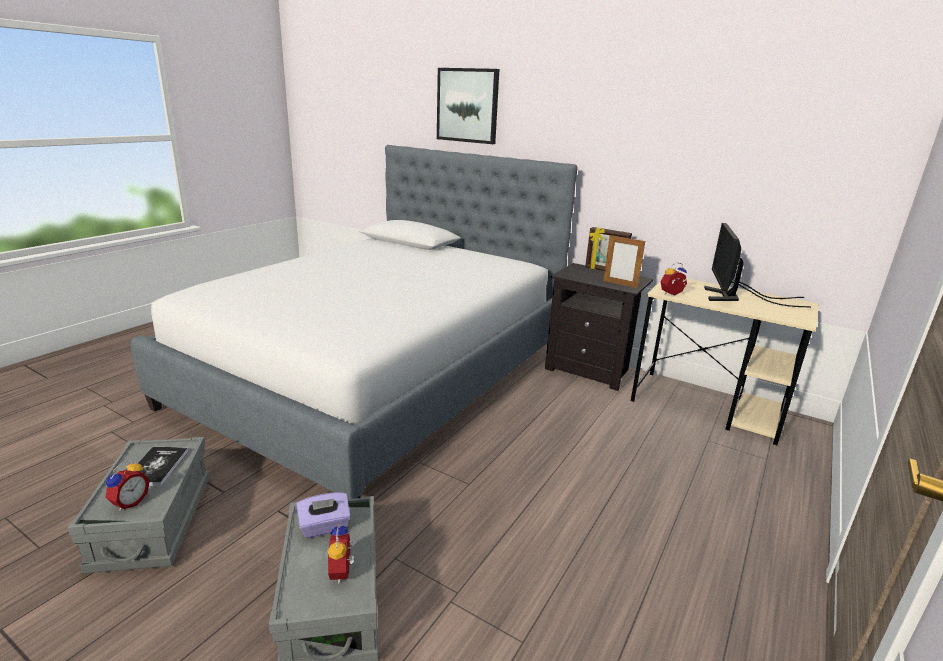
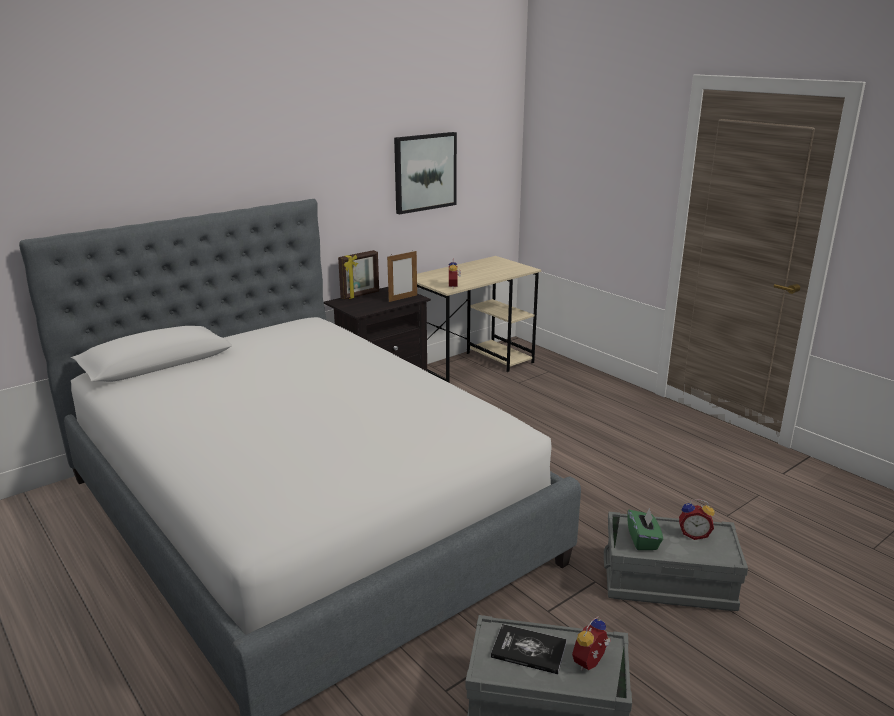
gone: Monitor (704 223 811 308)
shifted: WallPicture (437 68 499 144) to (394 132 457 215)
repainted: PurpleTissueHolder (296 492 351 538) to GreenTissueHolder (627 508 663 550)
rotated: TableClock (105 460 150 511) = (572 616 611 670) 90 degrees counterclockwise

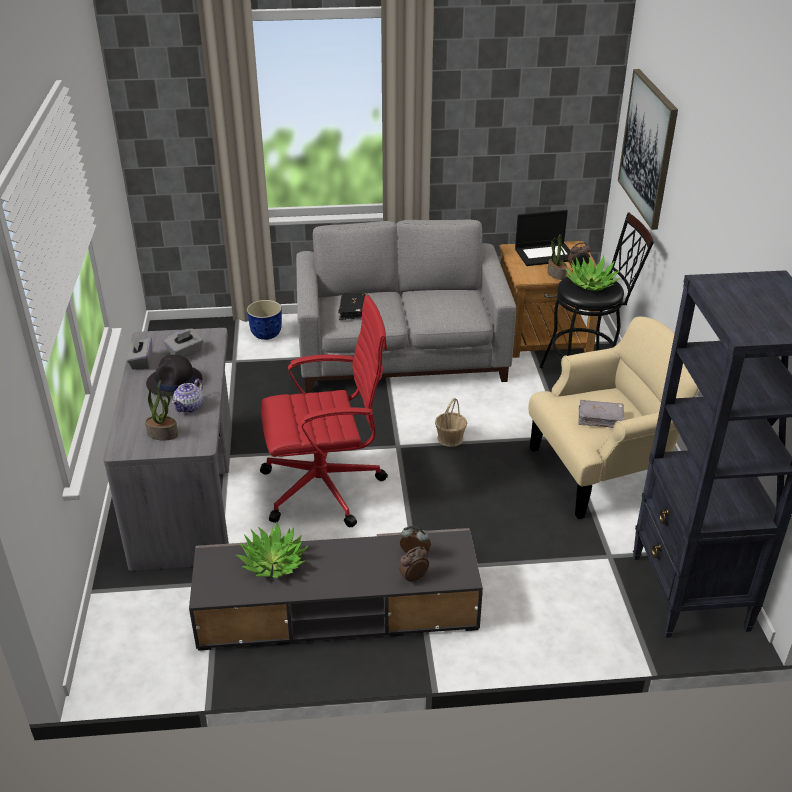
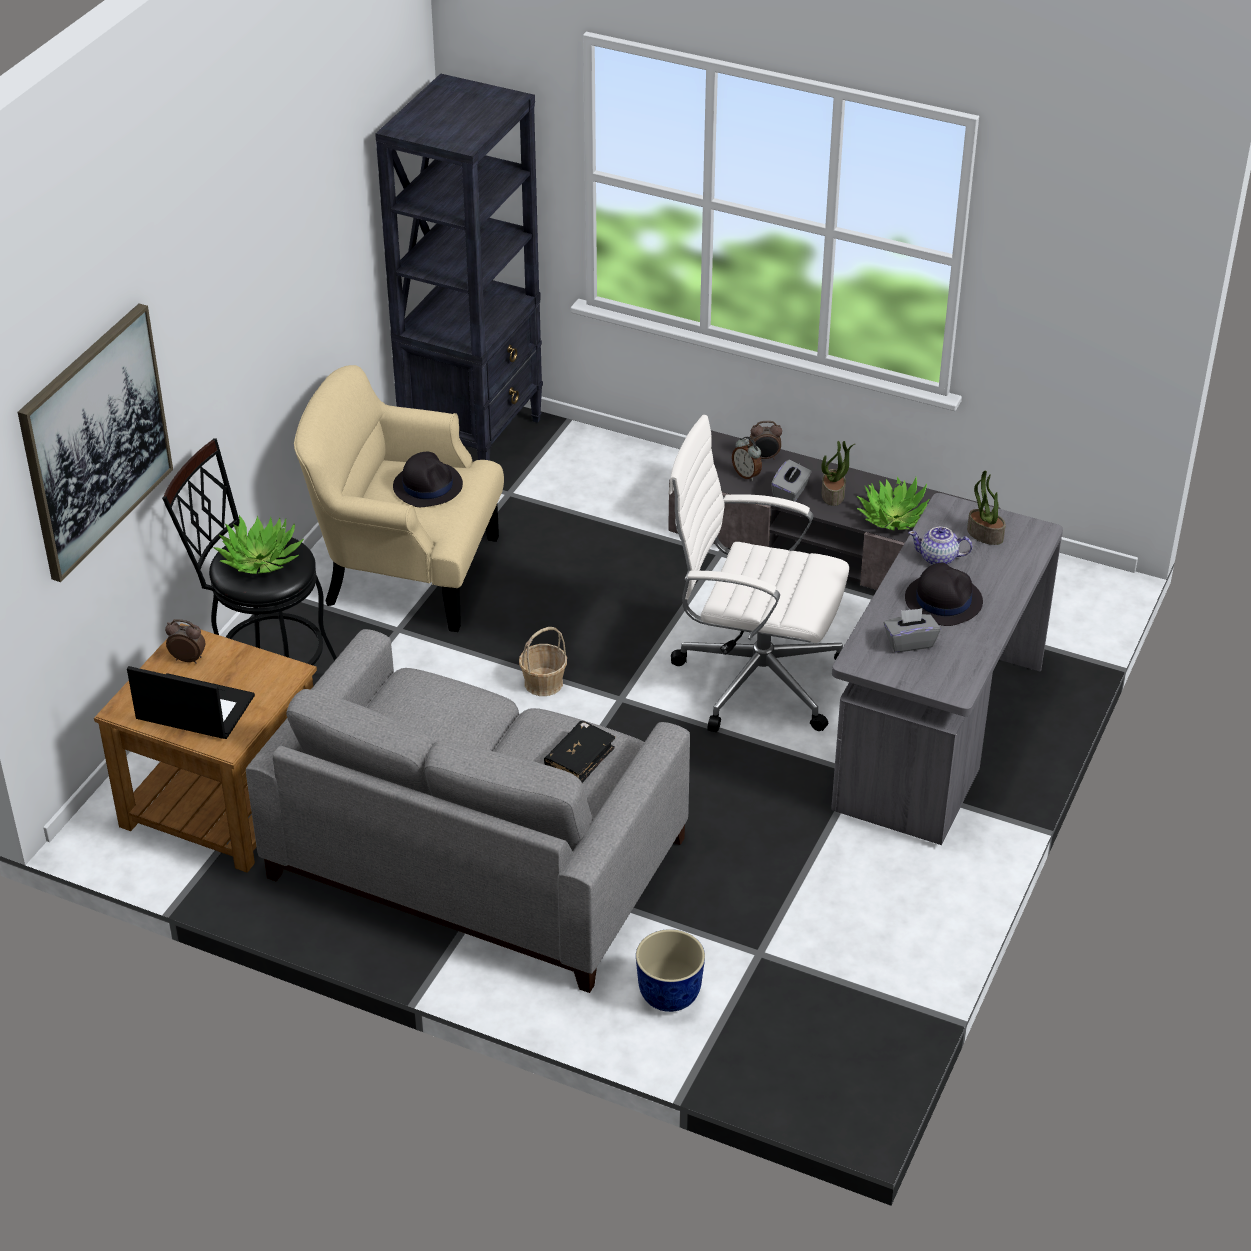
shifted: GreyTissueHolder (127 336 152 370) to (771 459 812 502); Houseplant (548 234 567 280) to (821 441 855 506)
swapped: GreyBoundBook (578 400 625 428) to BlackishWearableHat (393 452 463 507)
repainted: RedColouredOfficeChair (260 295 388 527) to WhitishOfficeChair (668 415 849 732)
rotated: Teapot (172 379 203 413) = (909 527 972 565) 135 degrees counterclockwise

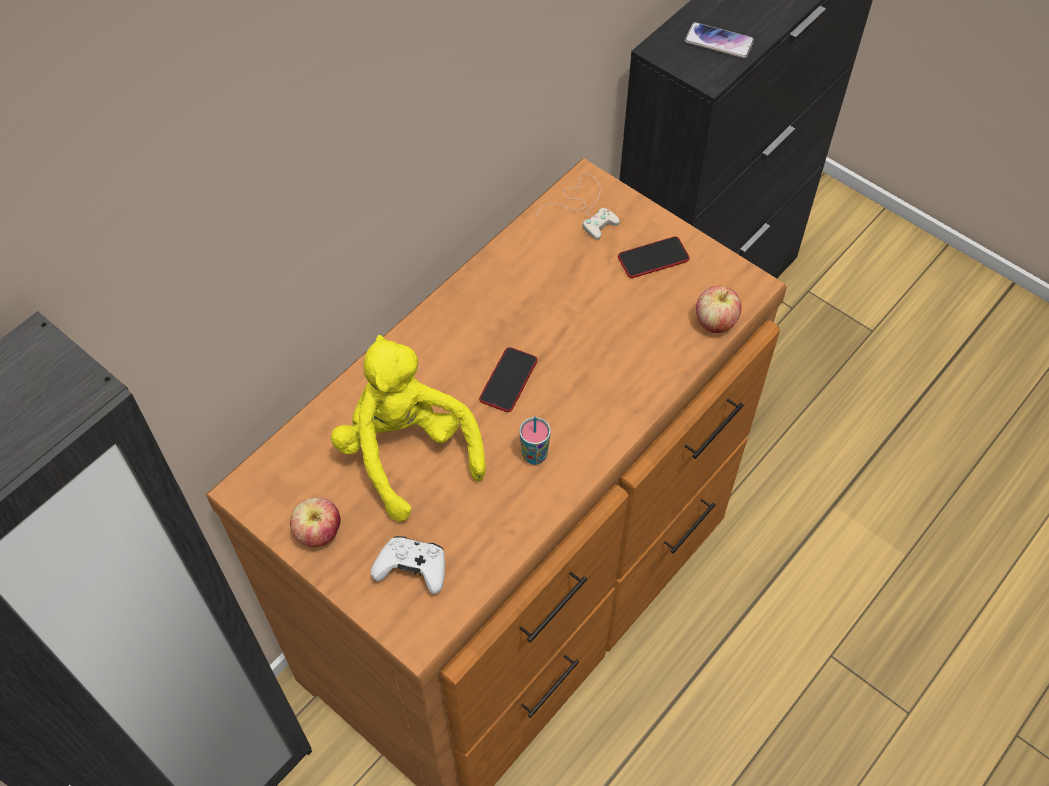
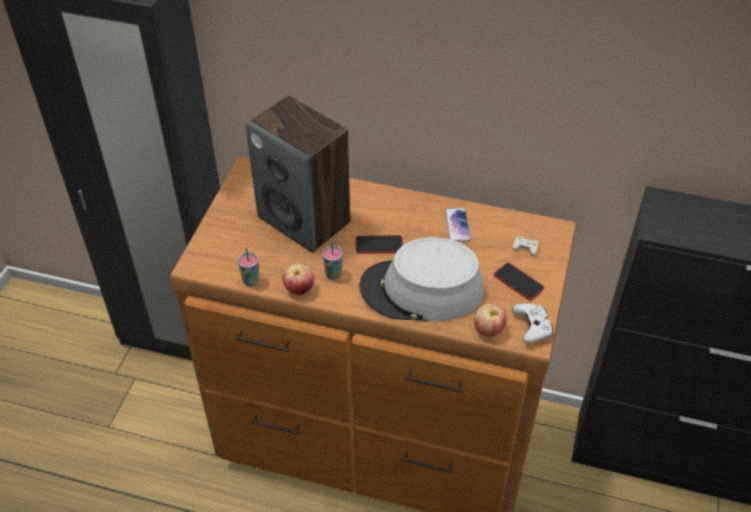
new: Cup (238 248 259 286); GreyWearableHat (359 237 484 322)
shifted: Apple (290 497 341 547) to (282 264 314 295); WhitishGameController (371 536 445 595) to (512 303 553 344); Handset (685 22 754 58) to (445 208 471 242)
swapped: YellowPlushToy (331 335 486 522) to Speaker (245 96 351 253)

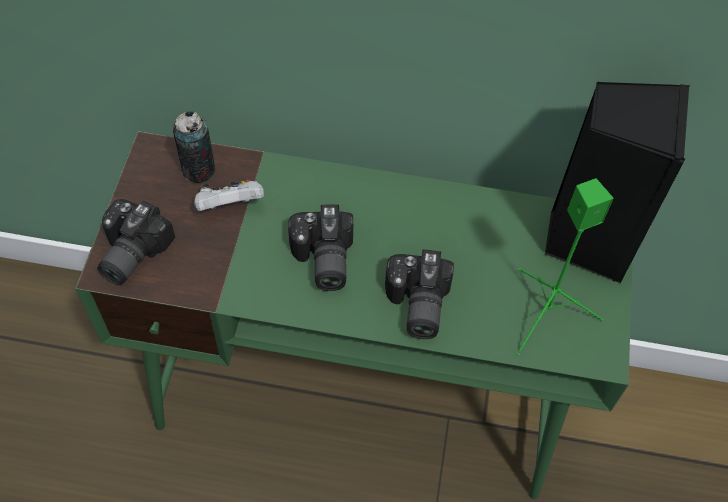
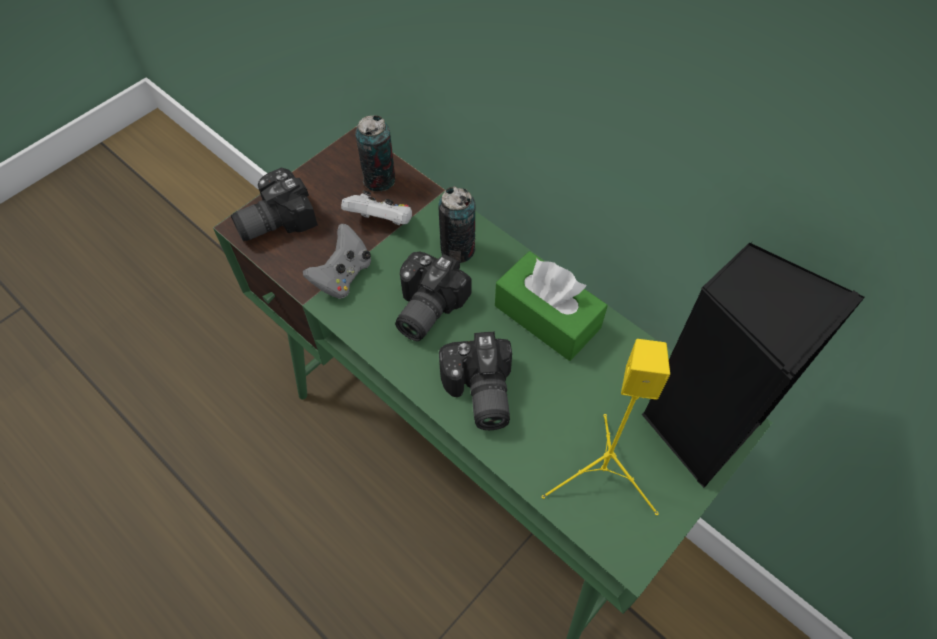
new: GreyGameController (303 224 371 299); MetalCan (438 186 476 263); GreenTissueHolder (495 251 608 361)
repainted: GreenSpeaker (516 178 614 355) to YellowSpeaker (542 339 670 515)
rotated: StillCamera (385 249 454 339) = (439 332 512 430) 45 degrees counterclockwise

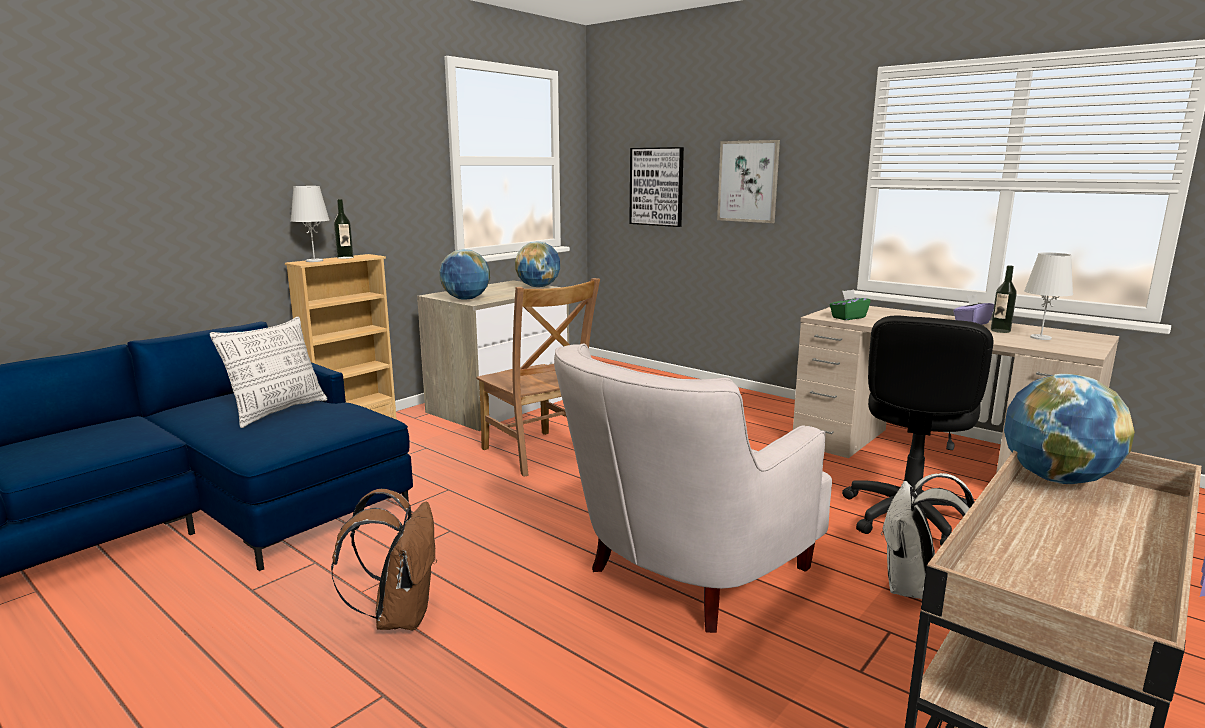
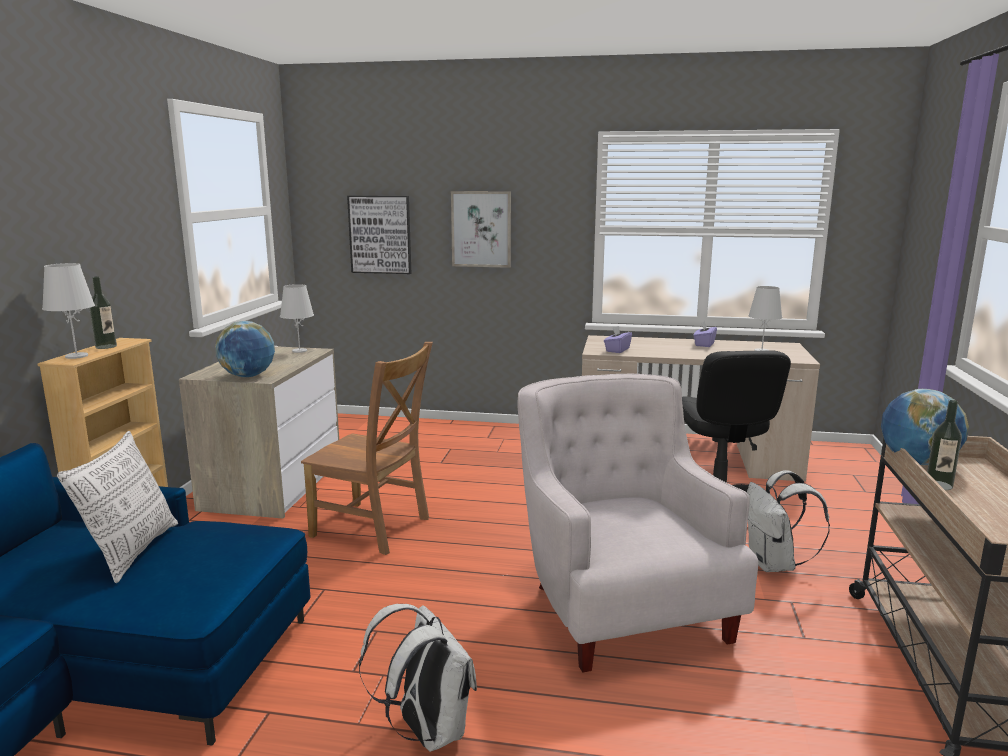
shifted: DrinkBottle (991 266 1017 333) to (927 400 962 490)
swapped: DeskGlobe (515 241 560 287) to WhitishLampForATable (280 284 314 353)
repainted: BrownRucksack (331 489 437 631) to WhitishRucksack (359 604 477 752); GreenTissueHolder (830 289 871 320) to PurpleTissueHolder (604 326 632 353)
rotated: WhitishLoungeChair (554 344 832 633) = (517 374 758 673) 150 degrees clockwise

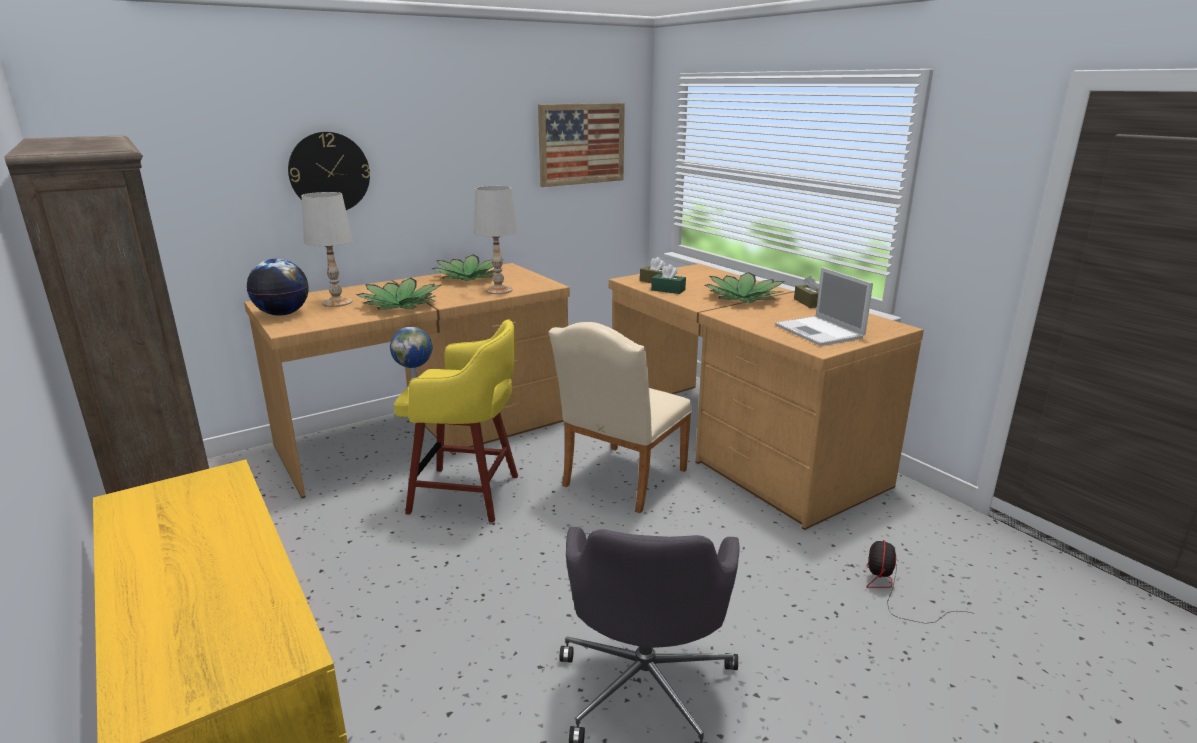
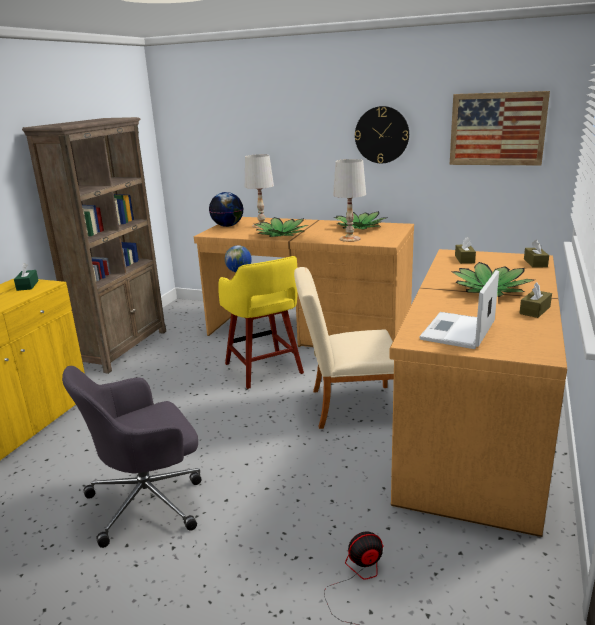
new: BrownTissueHolder (524 240 549 268)
shifted: WallClock (288 132 370 210) to (355 106 409 163); GreenTissueHolder (651 264 686 294) to (14 263 39 291)

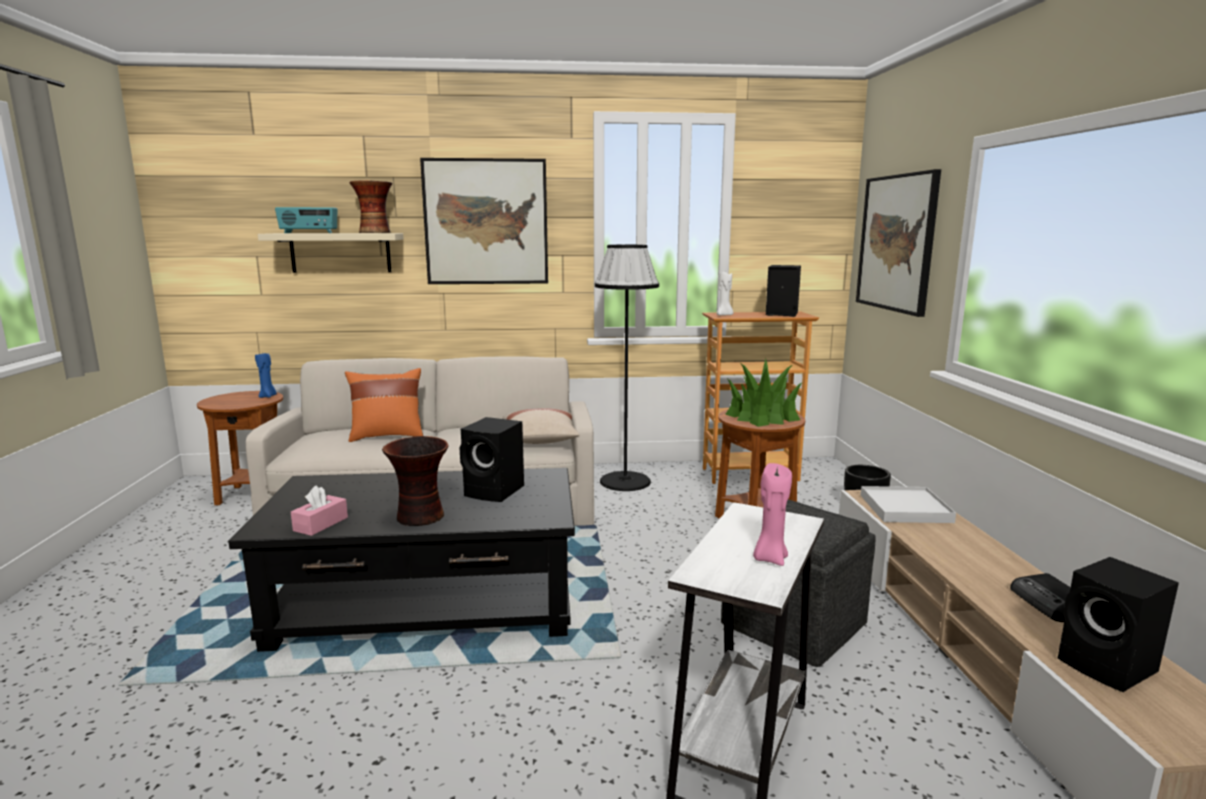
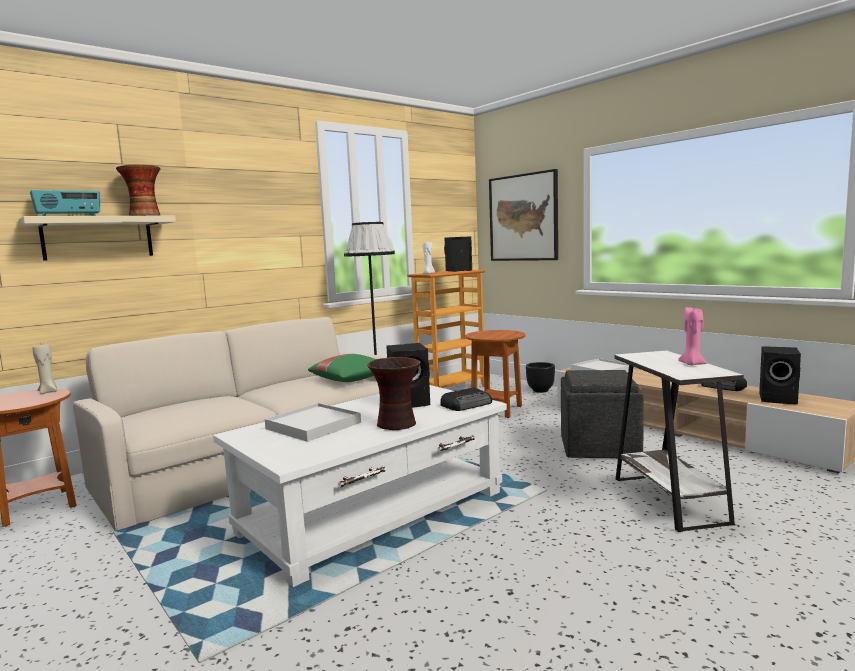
gone: PinkishTissueHolder (291 485 348 536); OrangeyCushion (345 368 423 442); WallPicture (420 158 548 284); Houseplant (725 358 803 427)
new: WhitishTray (265 403 361 442); RadioSet (440 387 492 411)
repainted: BlackishLoungeTable (228 468 575 652) to WhitishLoungeTable (213 385 507 587); BluishWaxLight (255 353 277 398) to BeigeWaxLight (32 342 58 394); BeigeCushion (502 408 579 444) to GreenCushion (308 354 376 382)

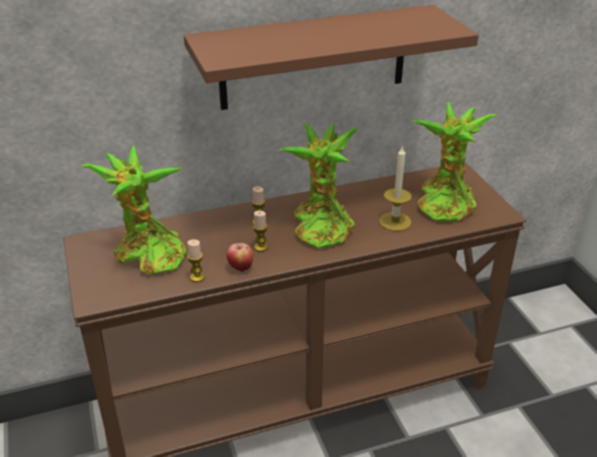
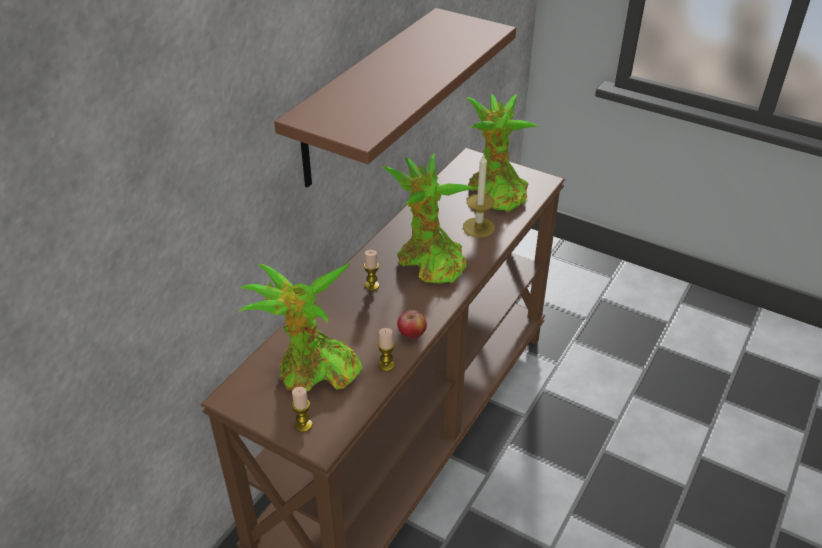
shifted: WaxLight (253 211 268 251) to (292 387 312 432)

